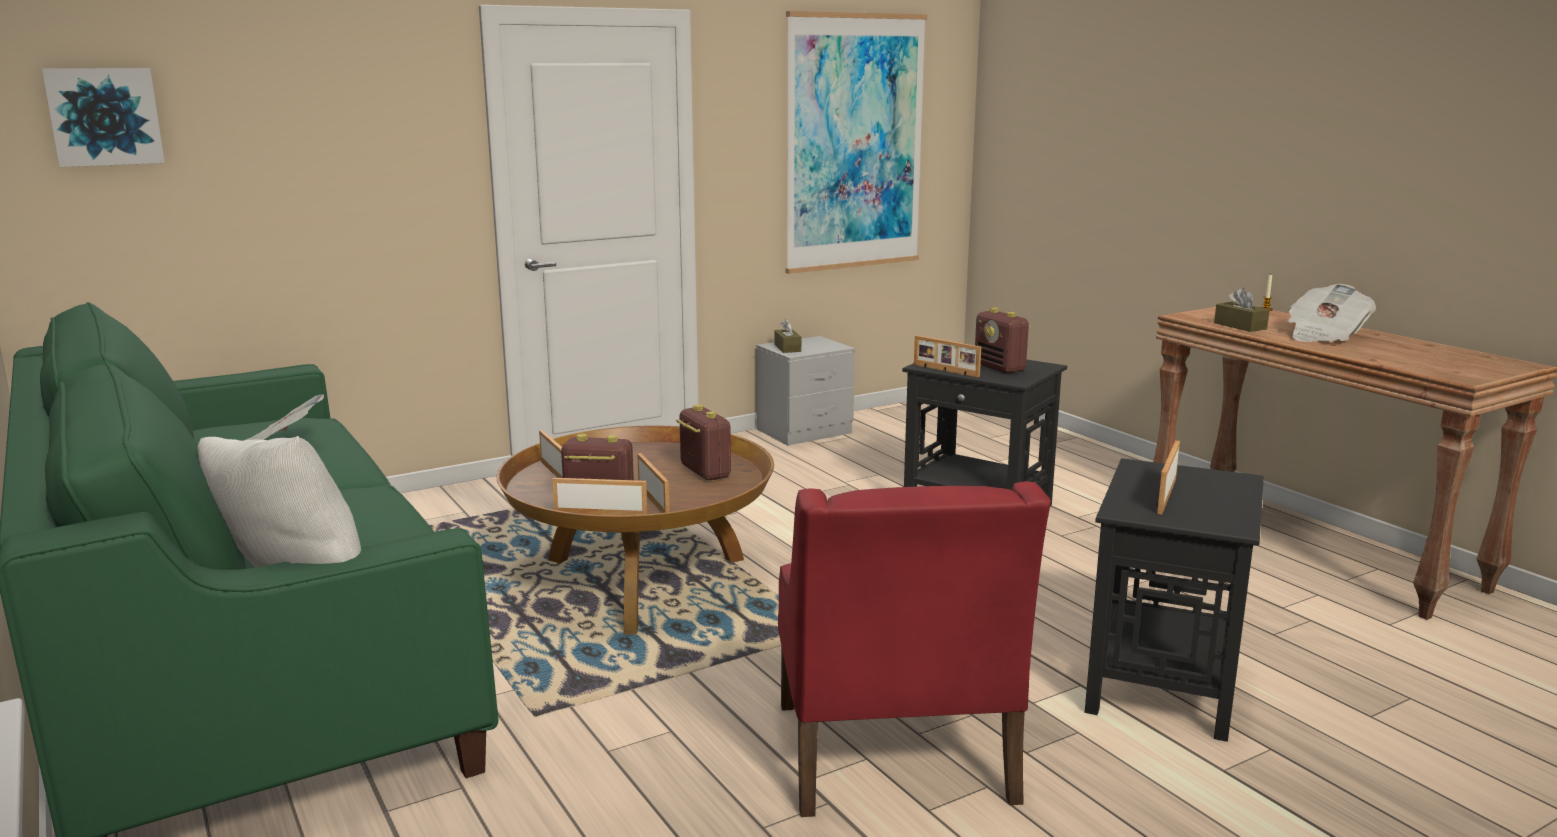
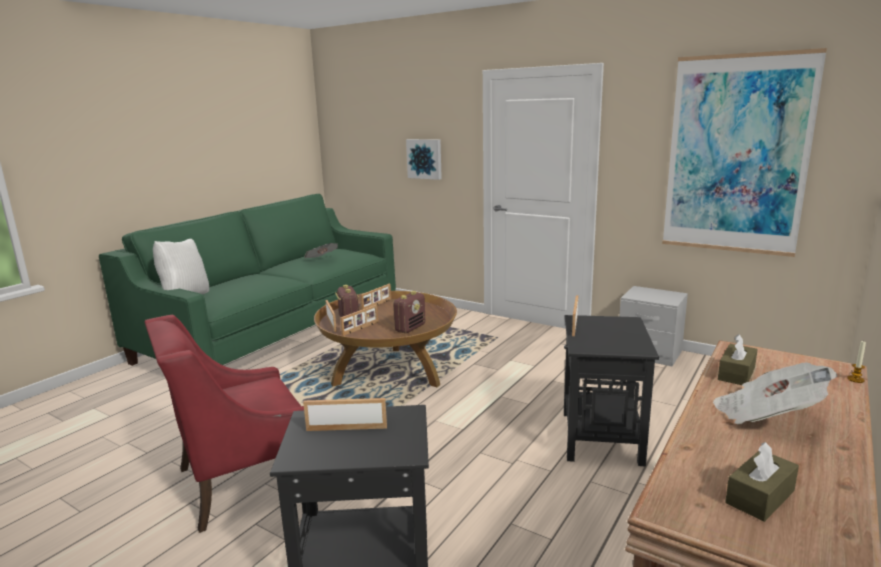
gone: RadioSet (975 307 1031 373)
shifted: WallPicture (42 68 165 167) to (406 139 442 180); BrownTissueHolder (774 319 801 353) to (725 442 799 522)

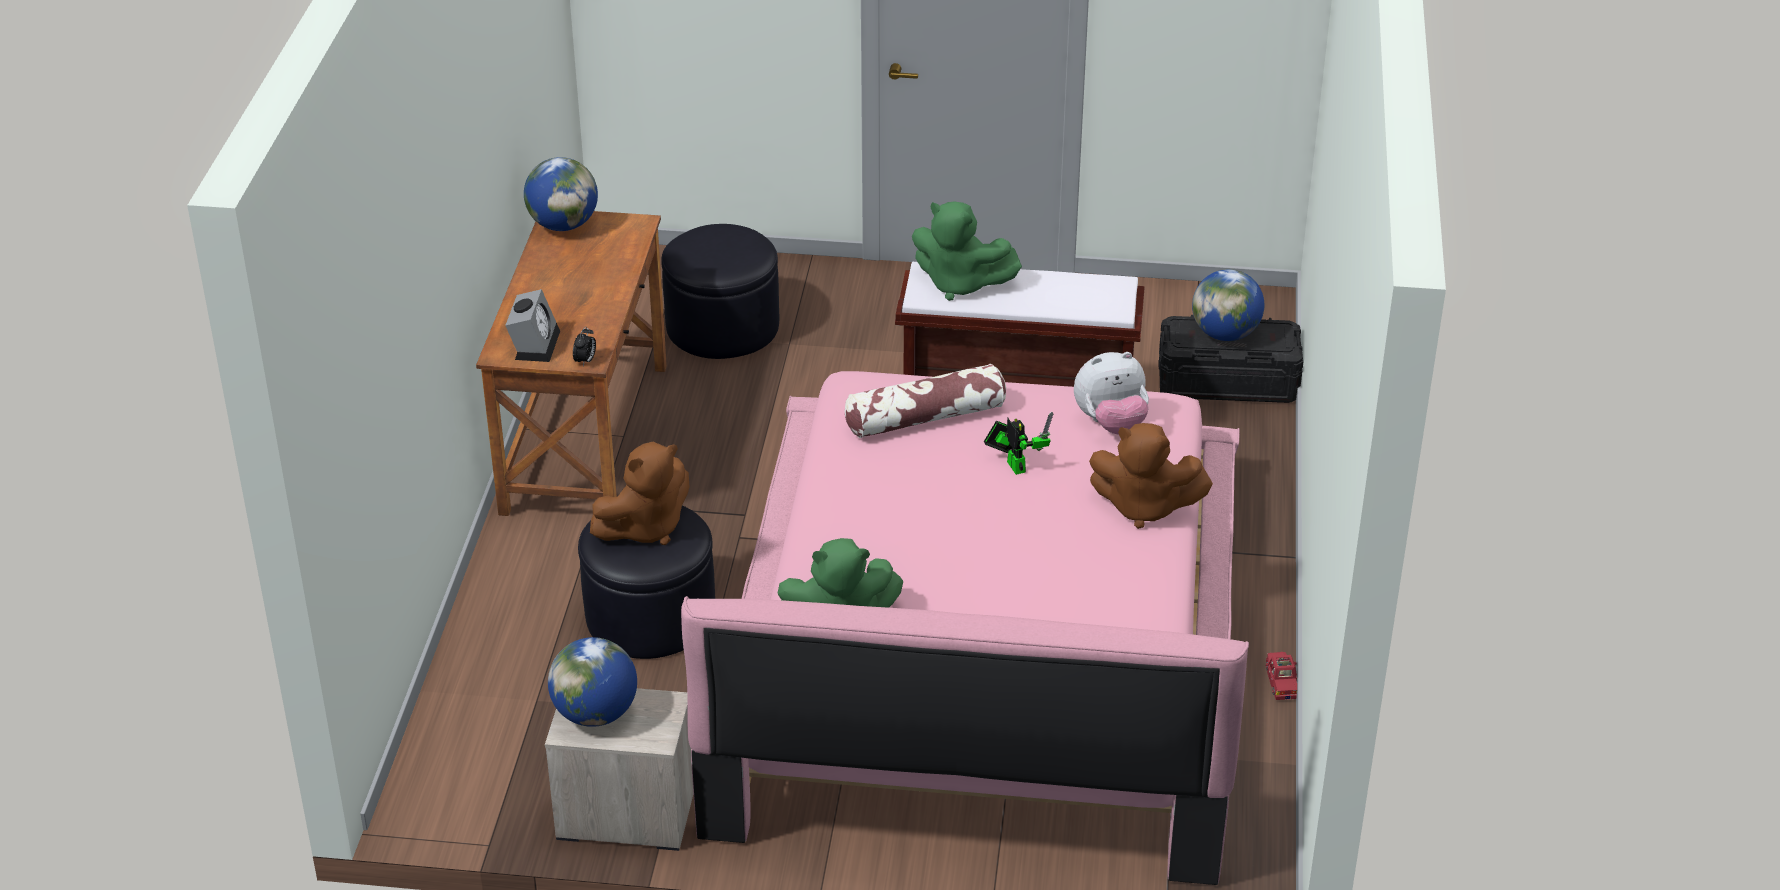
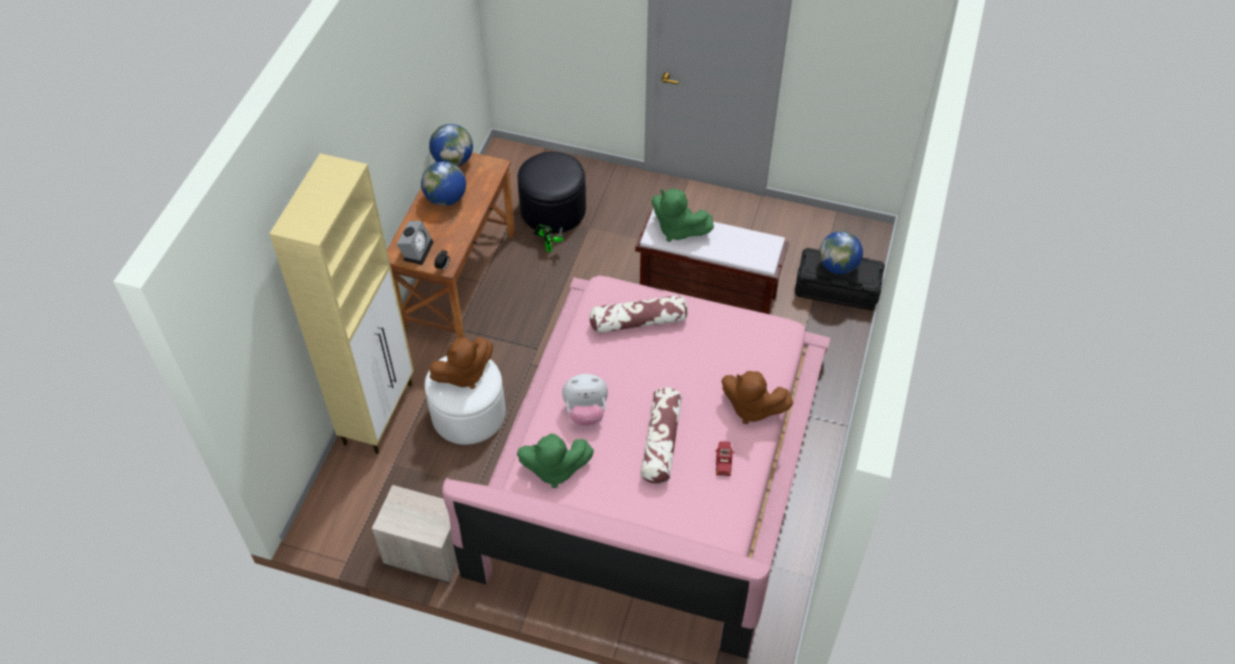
new: BeigeCupboard (269 153 414 454); Cushion (640 387 682 484)
shifted: DeskGlobe (548 637 637 727) to (421 161 466 206); ToyRobot (984 412 1054 475) to (533 224 563 252); PlushToy (1074 352 1149 434) to (562 374 608 426); RedColouredModelCar (1265 652 1297 700) to (715 441 734 476)
repainted: BlackishOttoman (578 505 715 659) to WhitishOttoman (425 356 506 445)

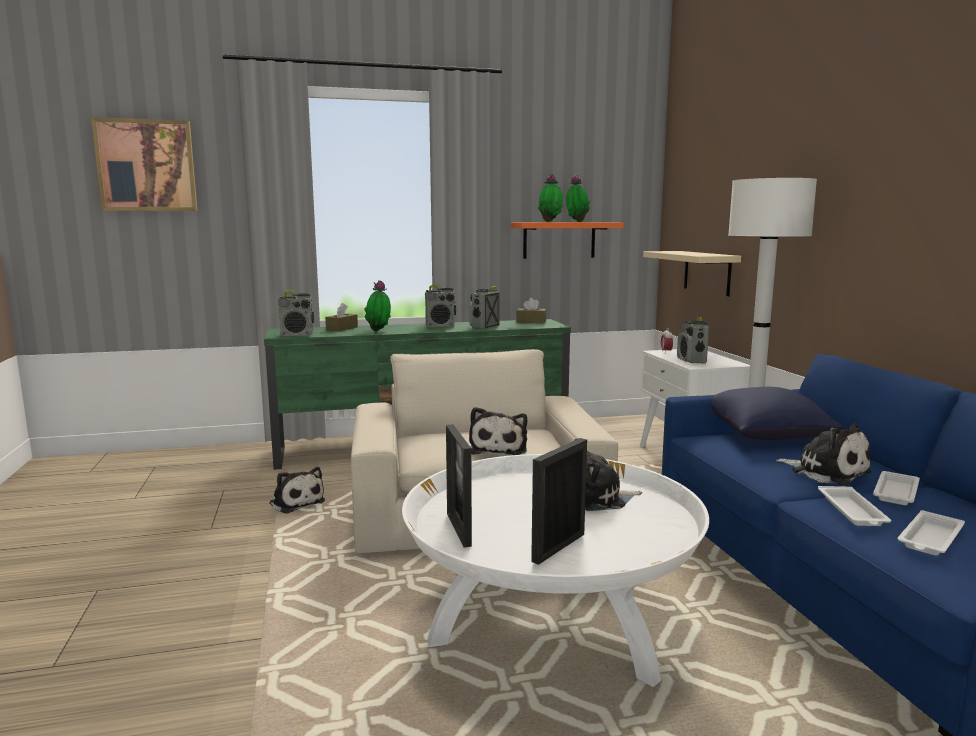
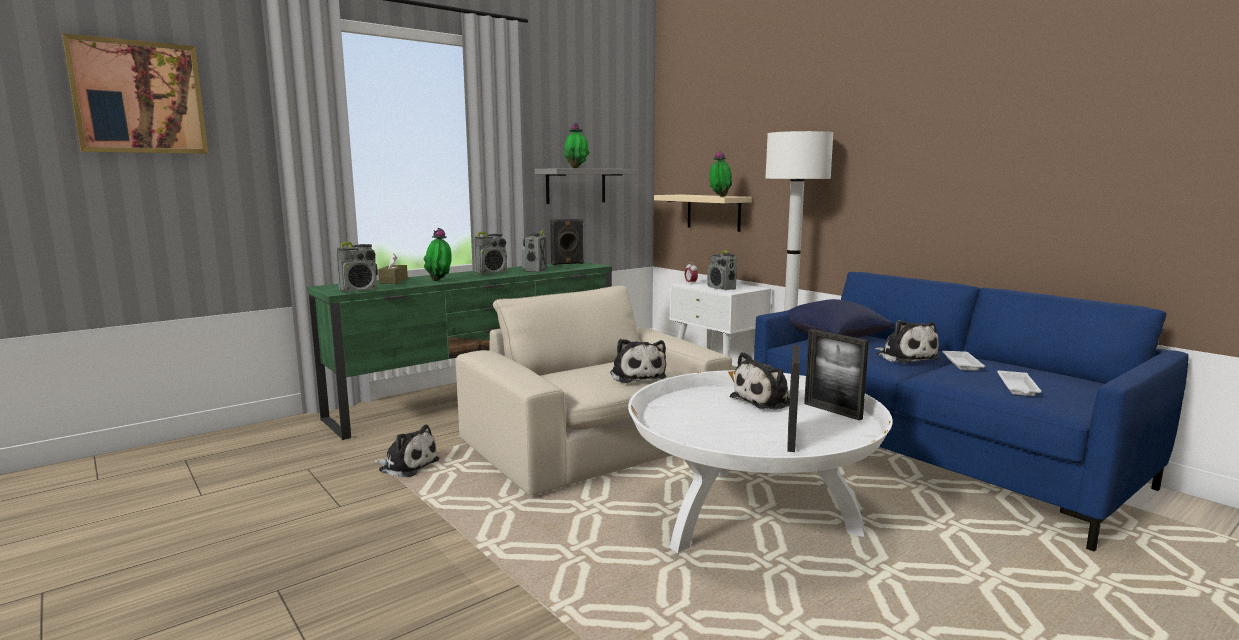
gone: WhitishTray (818 486 891 526)
shifted: StandingFrame (446 424 472 547) to (804 329 869 420); Houseplant (566 175 590 222) to (709 150 732 197)
swapped: BrownTissueHolder (516 298 546 323) to BlackishSpeaker (550 219 584 265)
repainted: OrangeyShelf (511 222 624 259) to GreyShelf (535 169 637 204)
rotated: PlushToy (776 424 872 486) = (875 320 940 364) 45 degrees clockwise

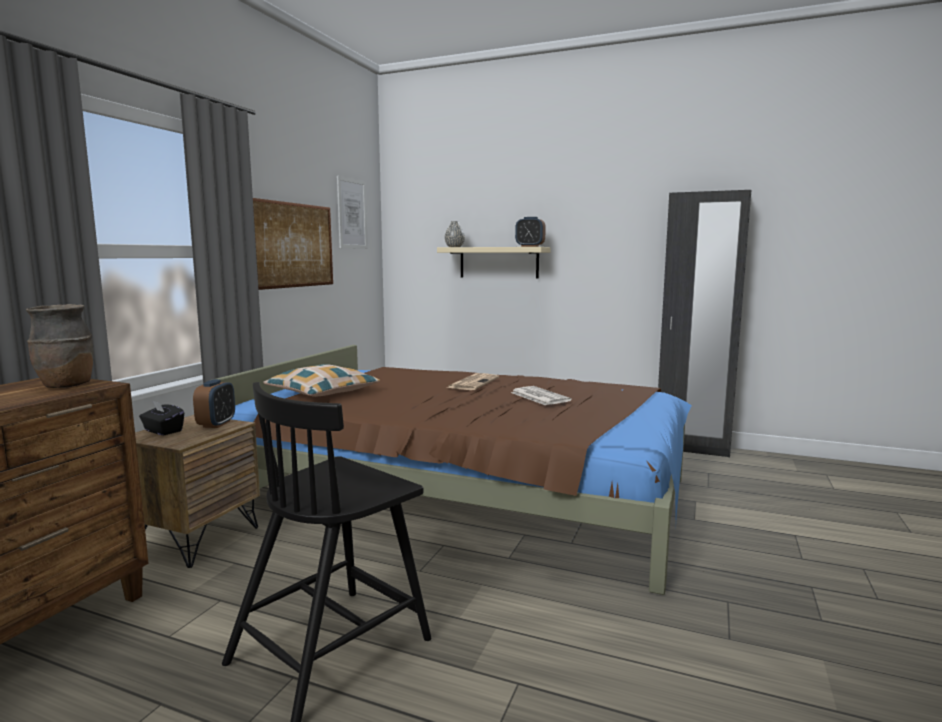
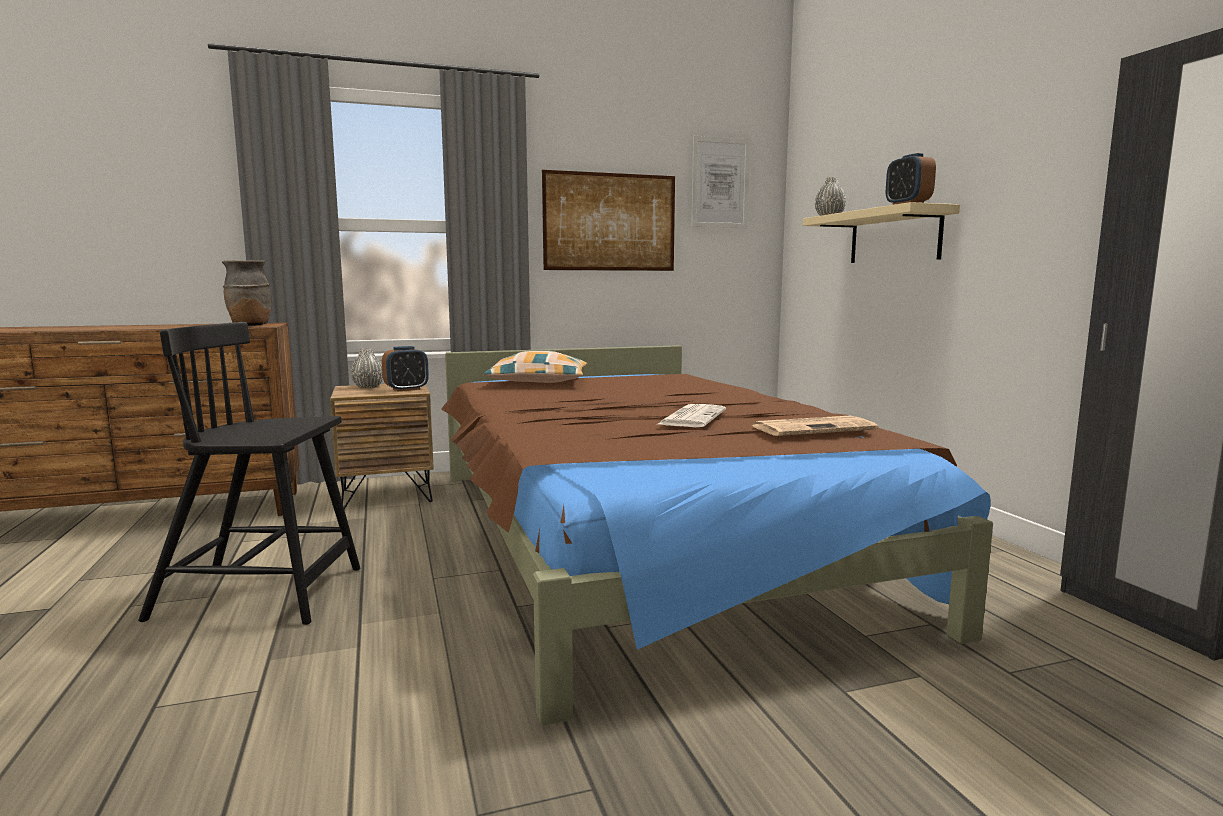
shifted: Newspaper (446 373 499 390) to (753 416 878 436)
swapped: BlackishTissueHolder (139 400 184 436) to GreyVase (351 348 383 388)

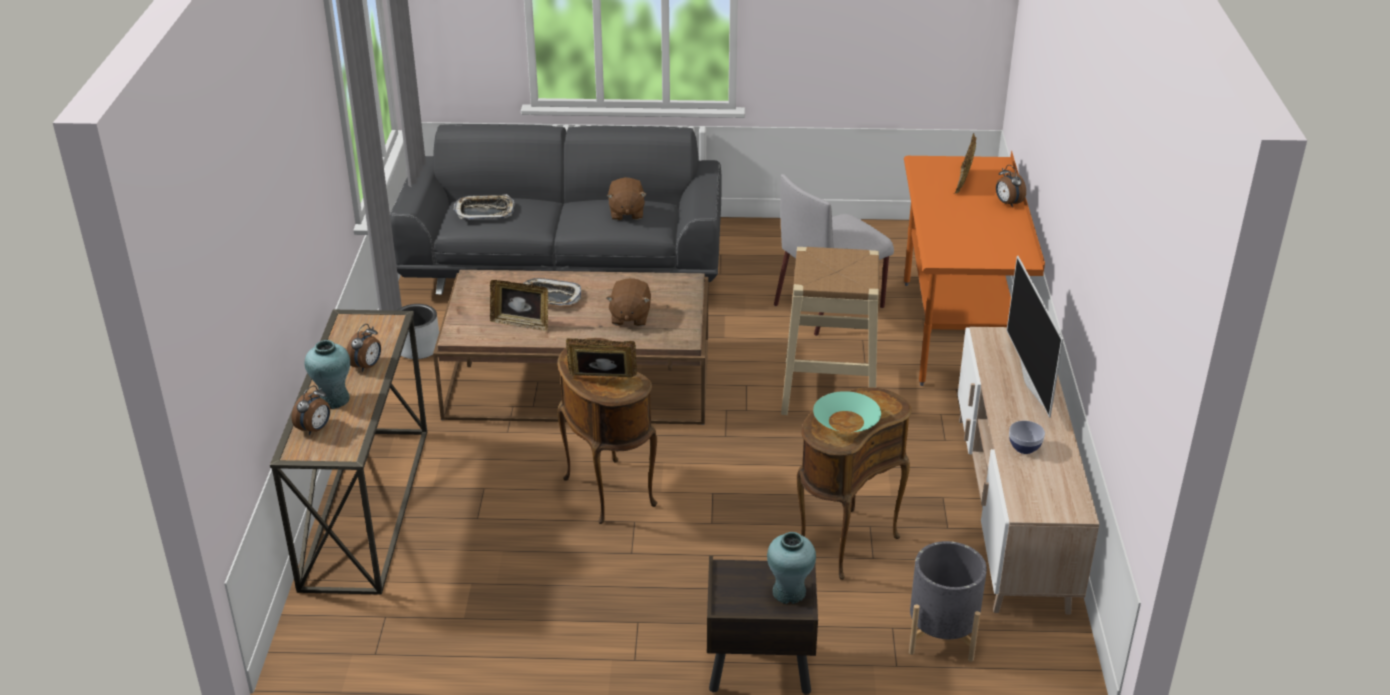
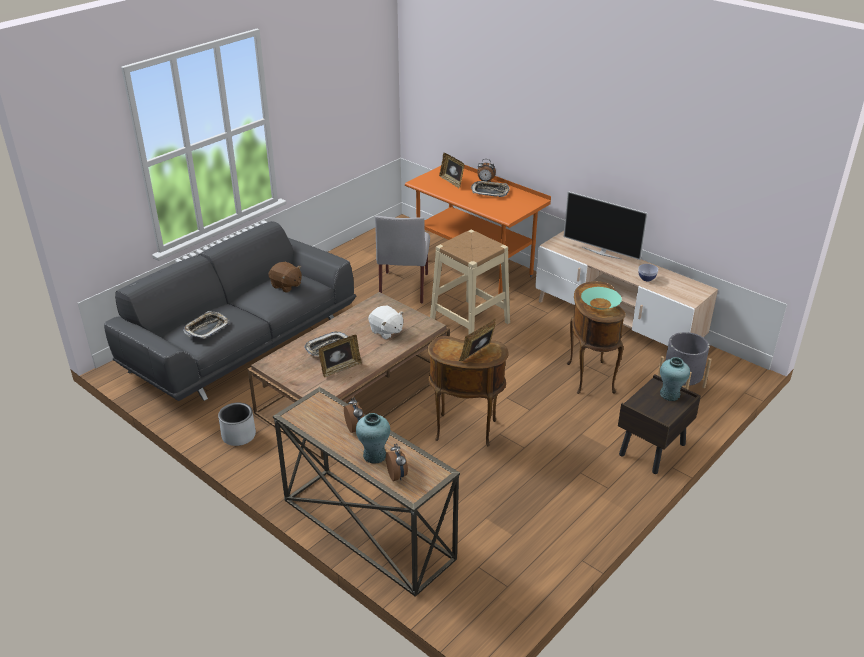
new: Tray (471 181 510 197)
repainted: BrownPlushToy (606 278 651 326) to WhitishPlushToy (368 306 404 340)

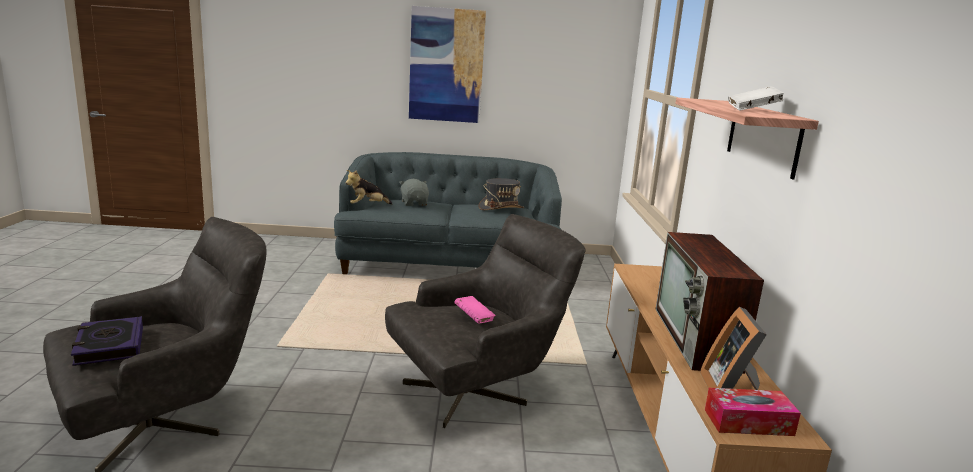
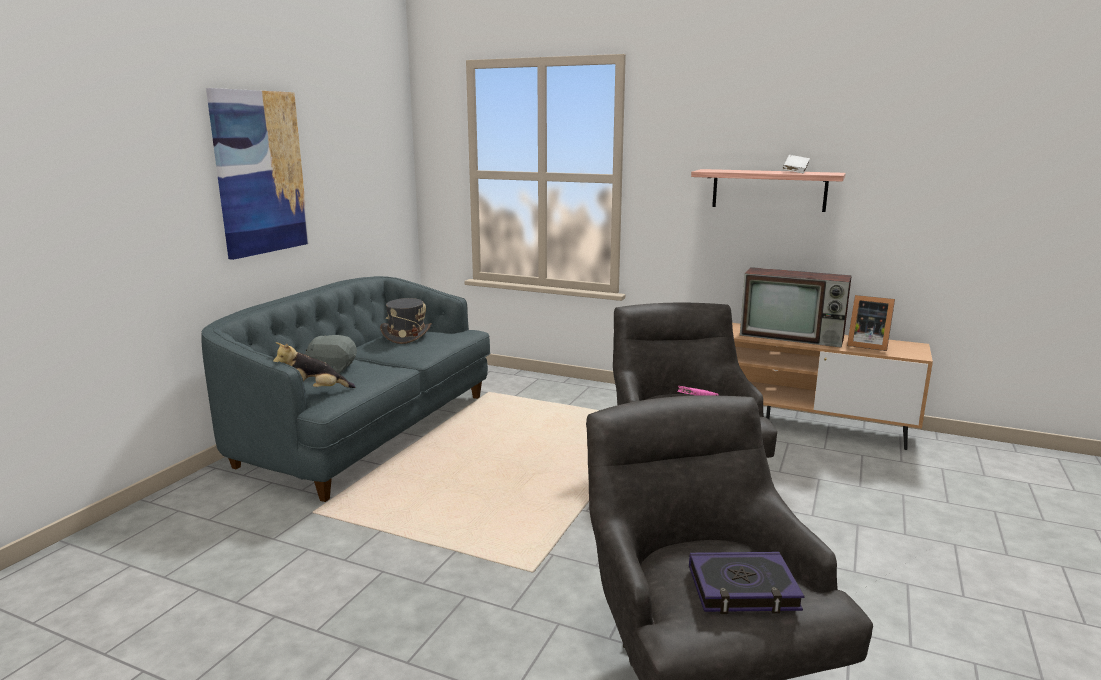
gone: TissueHolder (705 388 801 436)
rotated: PlushToy (346 170 392 204) = (273 342 355 388) 75 degrees clockwise

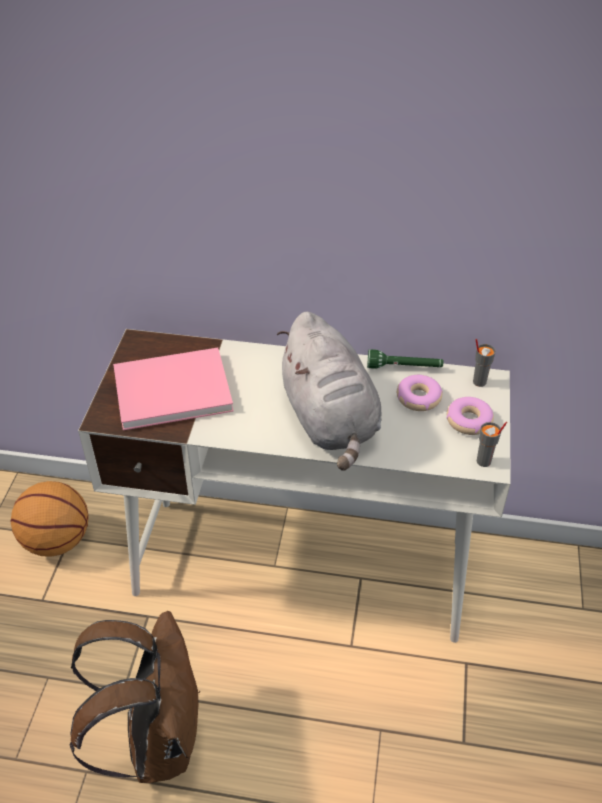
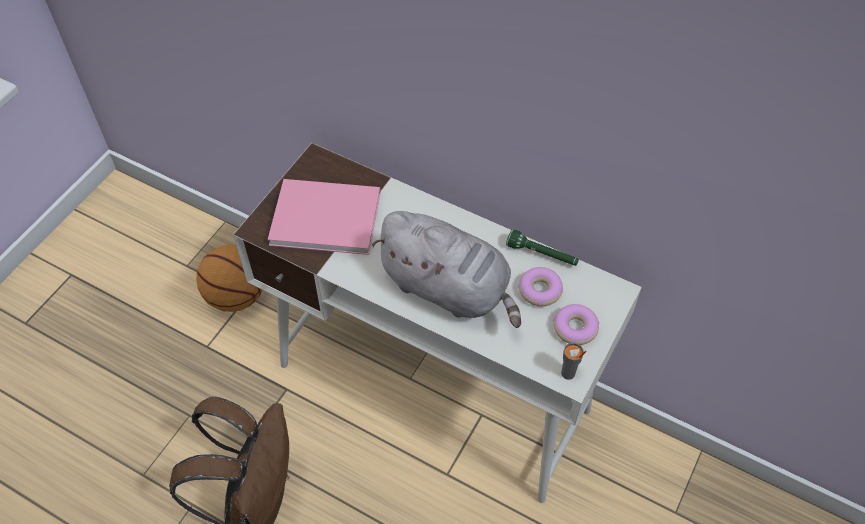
gone: GreyCup (473 339 496 387)
rotated: GreyPlushToy (277 311 382 470) = (372 211 521 328) 60 degrees counterclockwise

